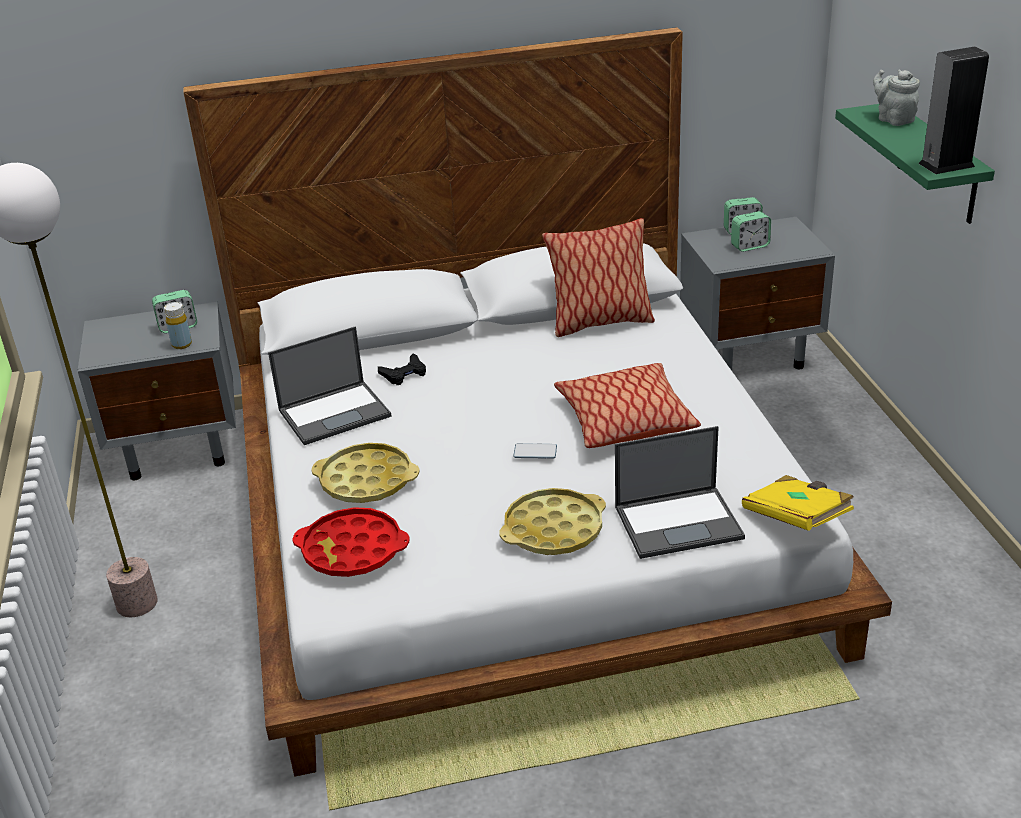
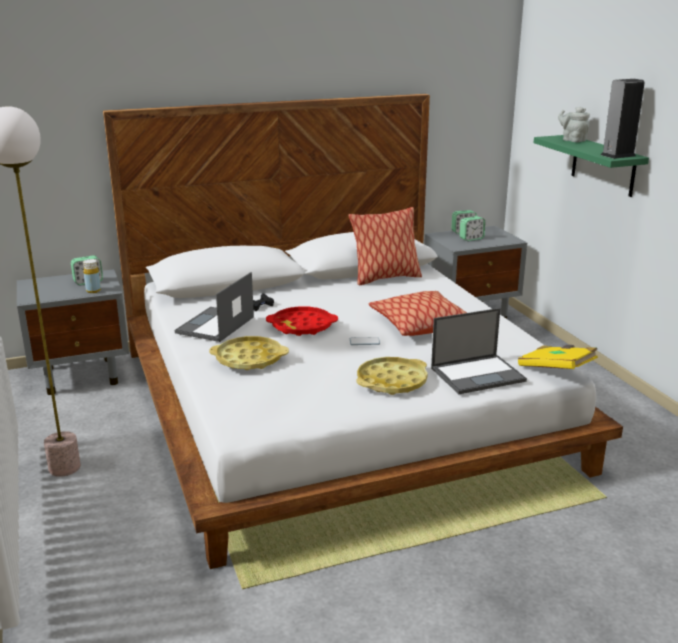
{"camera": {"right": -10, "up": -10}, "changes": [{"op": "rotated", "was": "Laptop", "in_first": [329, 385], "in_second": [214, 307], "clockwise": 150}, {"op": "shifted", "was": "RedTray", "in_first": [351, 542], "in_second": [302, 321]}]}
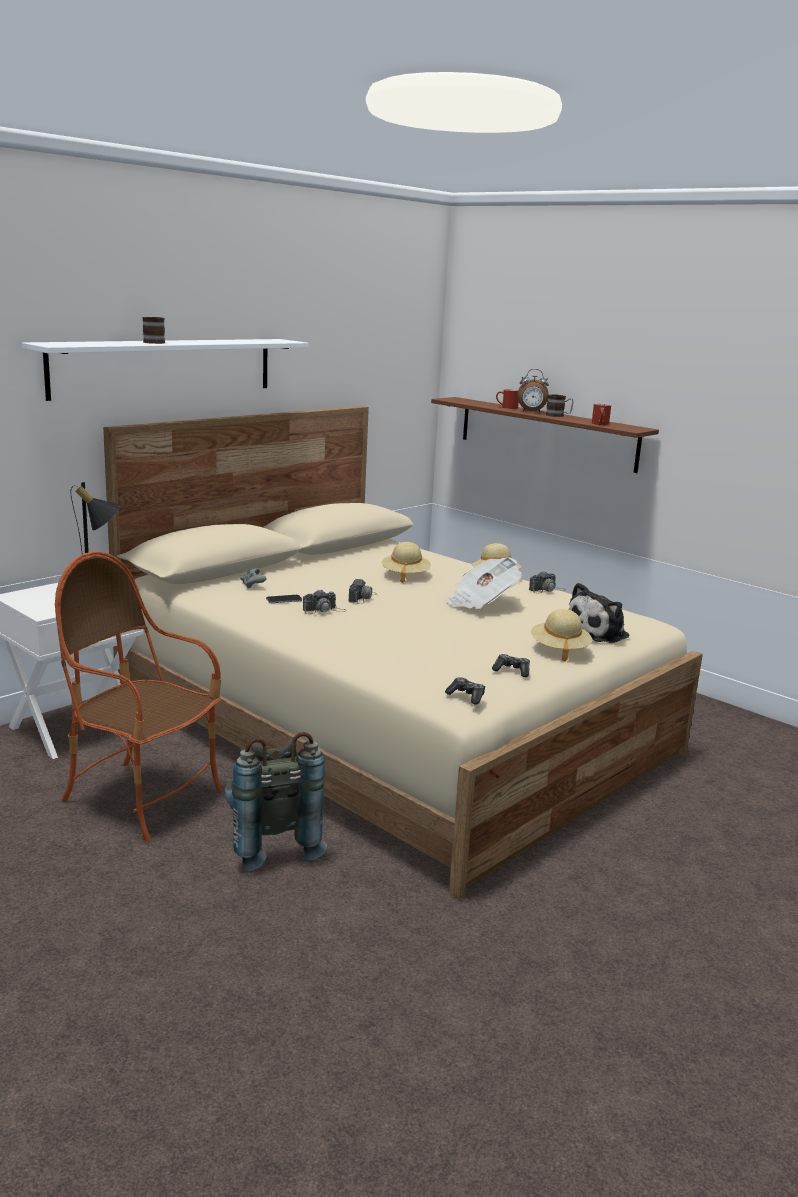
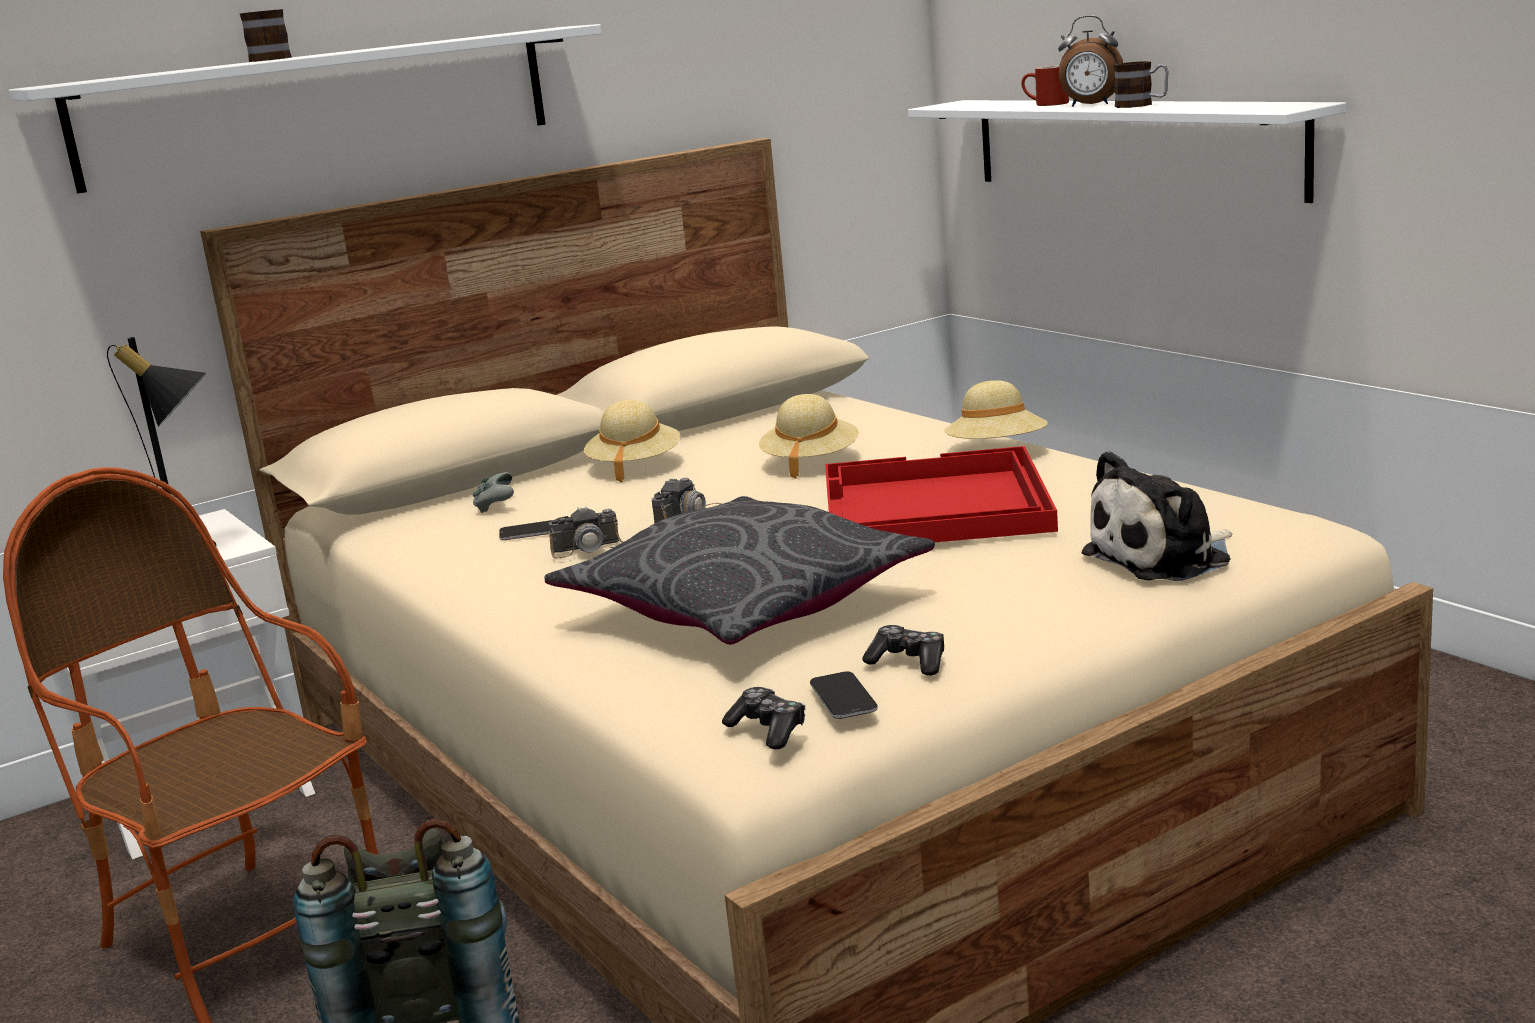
{"camera": {"right": 15, "up": 0}, "changes": [{"op": "new", "now": "GreyPillow", "in_second": [739, 570]}, {"op": "shifted", "was": "BeigeHat", "in_first": [561, 635], "in_second": [632, 441]}, {"op": "new", "now": "Phone", "in_second": [844, 695]}, {"op": "swapped", "was": "Newspaper", "now": "RedTray", "in_first": [484, 583], "in_second": [941, 494]}, {"op": "repainted", "was": "BrownShelf", "now": "WhiteShelf", "in_first": [545, 435], "in_second": [1127, 151]}, {"op": "gone", "was": "PhotoCamera", "in_first": [547, 582]}, {"op": "gone", "was": "RedMug", "in_first": [601, 414]}]}
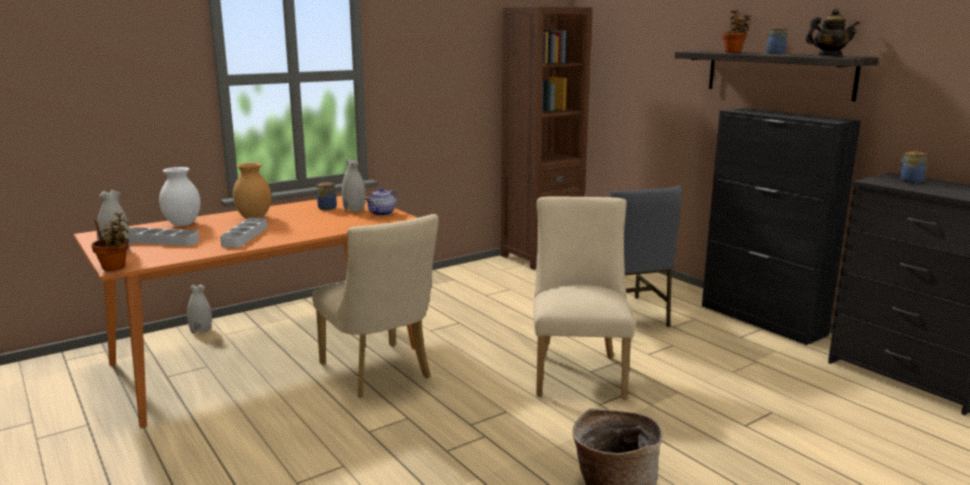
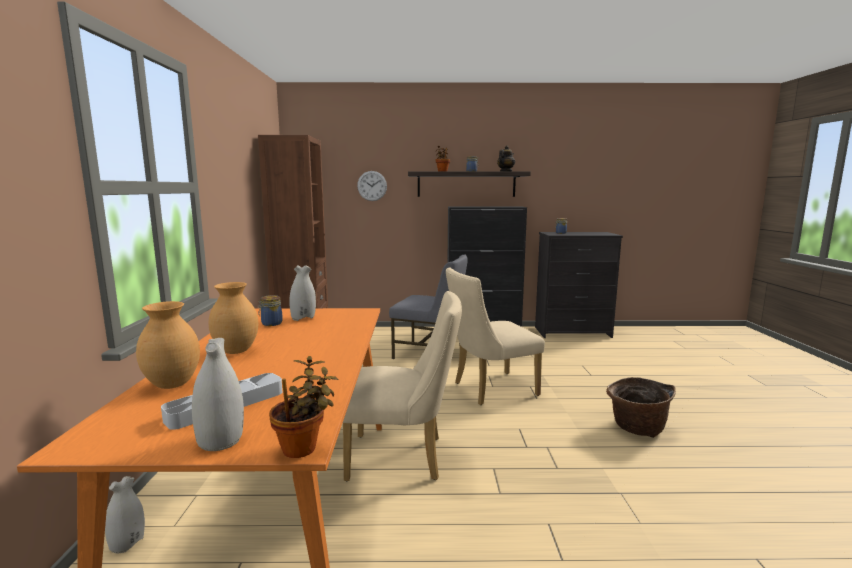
{"camera": {"right": -55, "up": -5}, "changes": [{"op": "repainted", "was": "WhiteVase", "now": "BrownVase", "in_first": [180, 196], "in_second": [168, 345]}, {"op": "new", "now": "WallClock", "in_second": [372, 186]}, {"op": "rotated", "was": "BeigeChair", "in_first": [584, 298], "in_second": [495, 336], "clockwise": -60}, {"op": "gone", "was": "GreyTray", "in_first": [243, 233]}, {"op": "gone", "was": "Teapot", "in_first": [381, 202]}]}
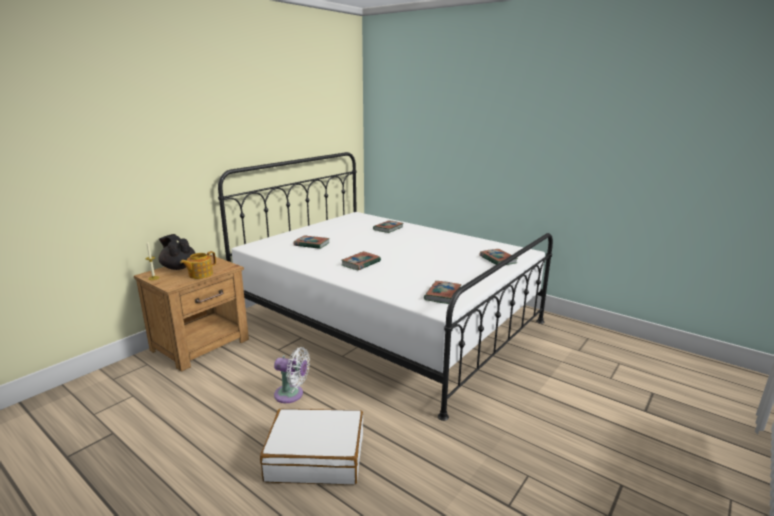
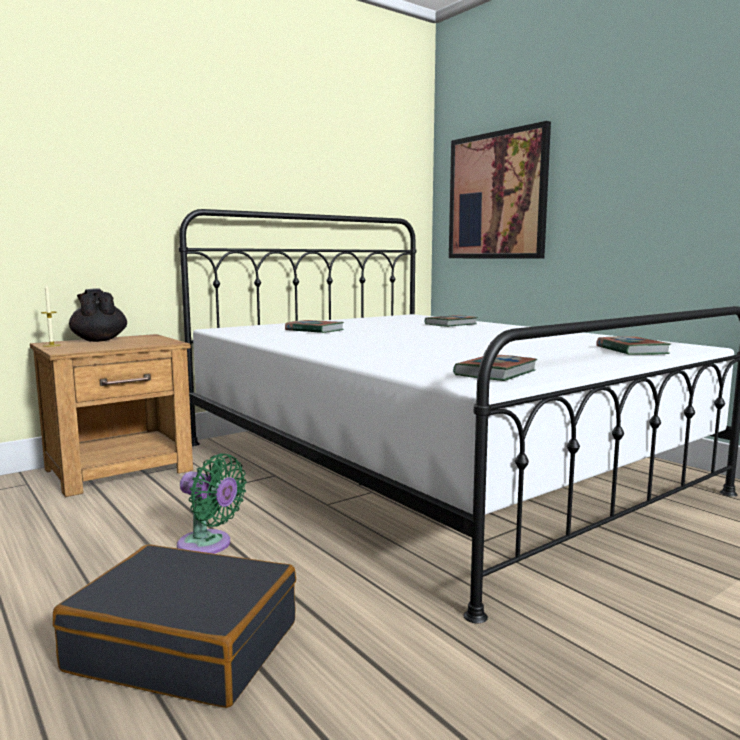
{"camera": {"right": 15, "up": -10}, "changes": [{"op": "repainted", "was": "WhiteSuitcase", "now": "BlackSuitcase", "in_first": [311, 447], "in_second": [174, 626]}, {"op": "repainted", "was": "WhiteFan", "now": "GreenFan", "in_first": [292, 375], "in_second": [212, 503]}, {"op": "new", "now": "Picture", "in_second": [500, 189]}, {"op": "gone", "was": "Teapot", "in_first": [198, 265]}, {"op": "gone", "was": "Book", "in_first": [361, 260]}]}
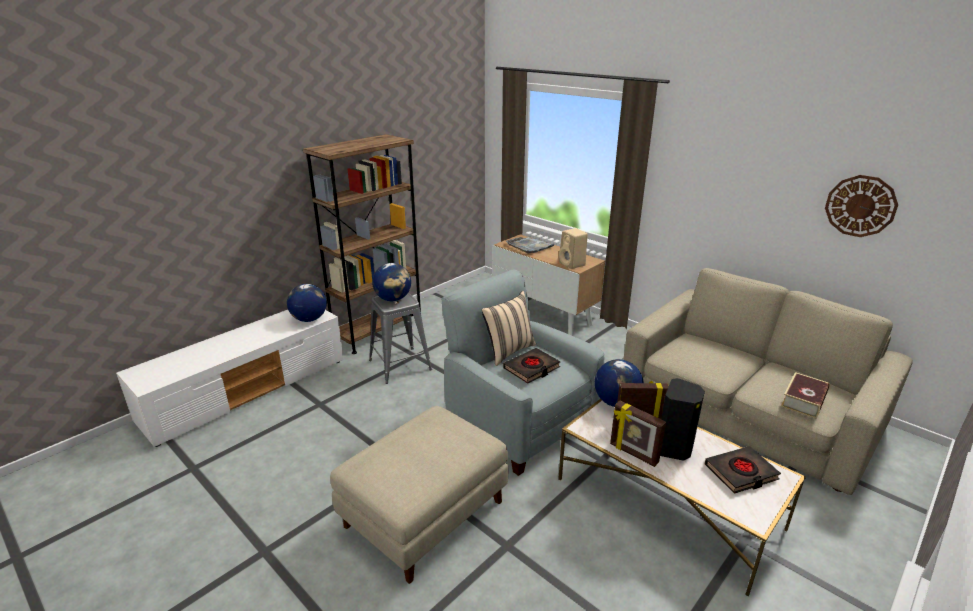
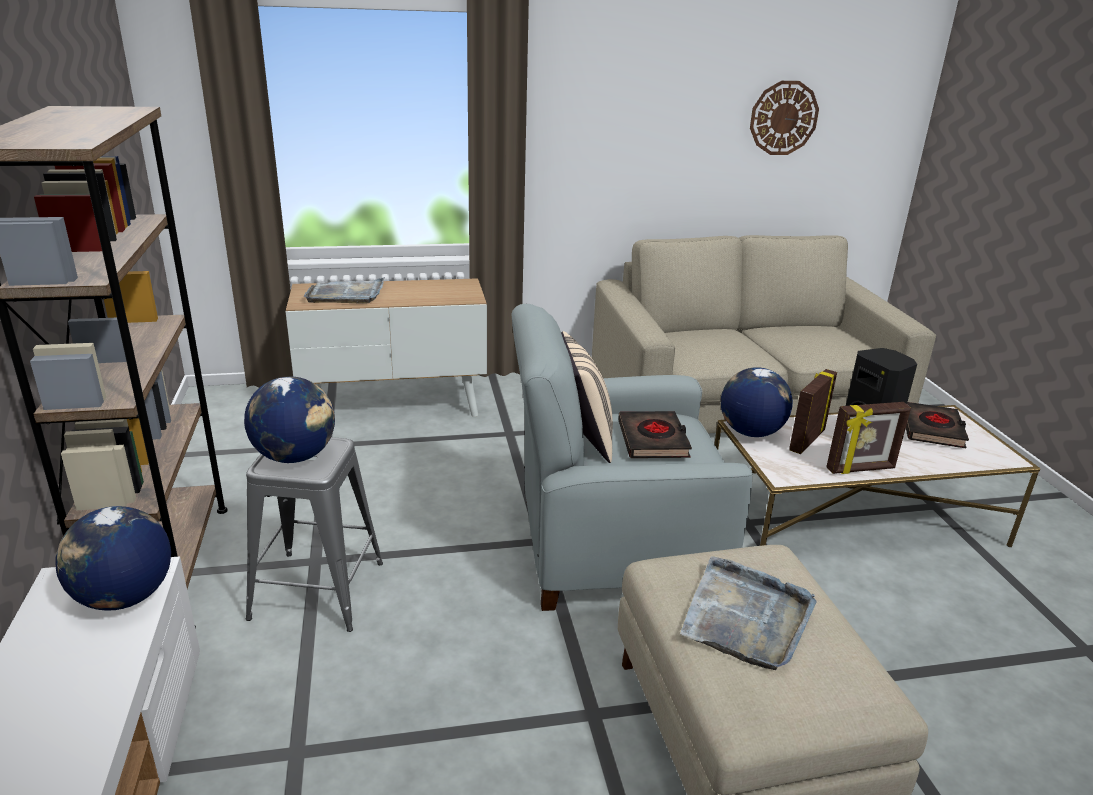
{"camera": {"right": -55, "up": 0}, "changes": [{"op": "new", "now": "GreyTray", "in_second": [748, 613]}, {"op": "gone", "was": "BeigeSpeaker", "in_first": [573, 248]}, {"op": "gone", "was": "Book", "in_first": [805, 395]}]}
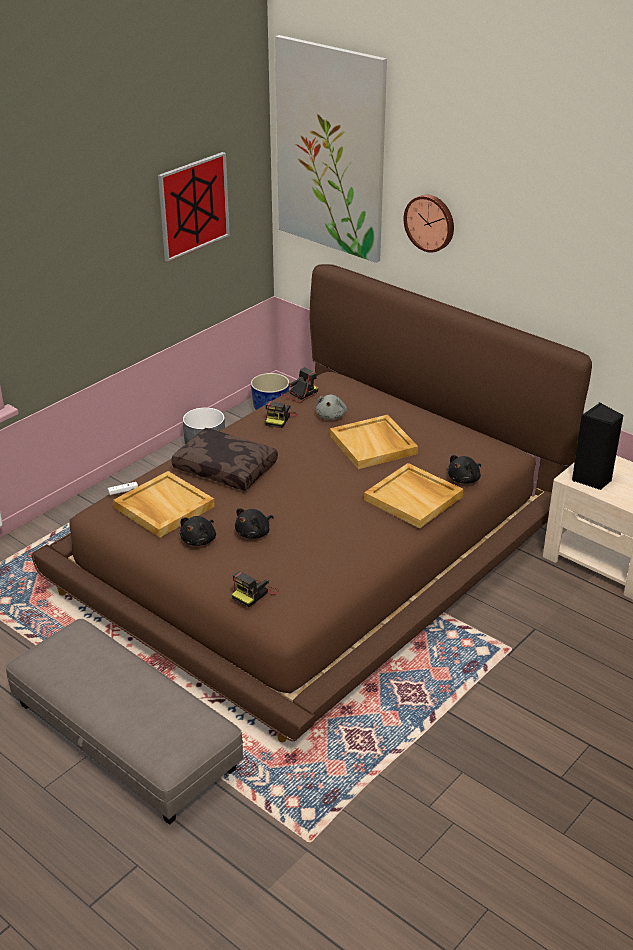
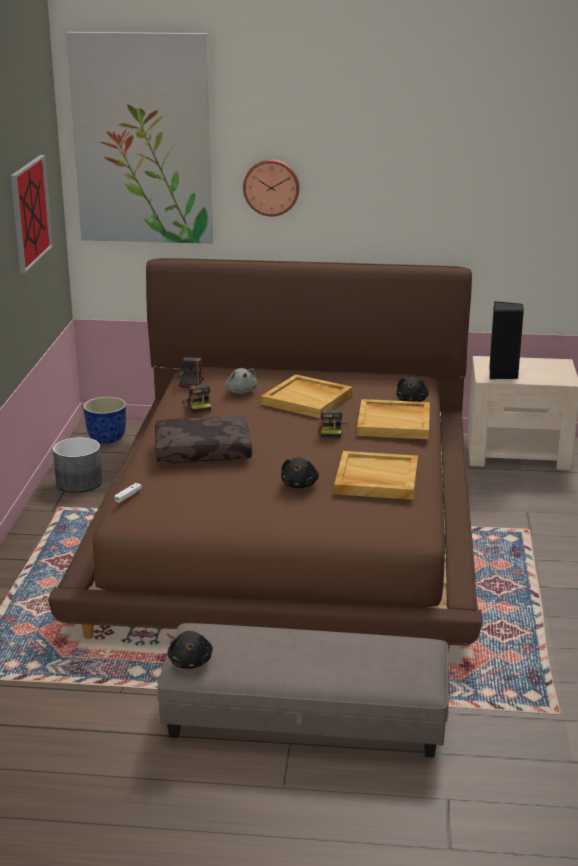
{"camera": {"right": -35, "up": -10}, "changes": [{"op": "shifted", "was": "BlackPlushToy", "in_first": [198, 531], "in_second": [190, 650]}, {"op": "shifted", "was": "PhotoCamera", "in_first": [255, 589], "in_second": [333, 423]}, {"op": "shifted", "was": "BeigeTray", "in_first": [164, 504], "in_second": [376, 475]}]}
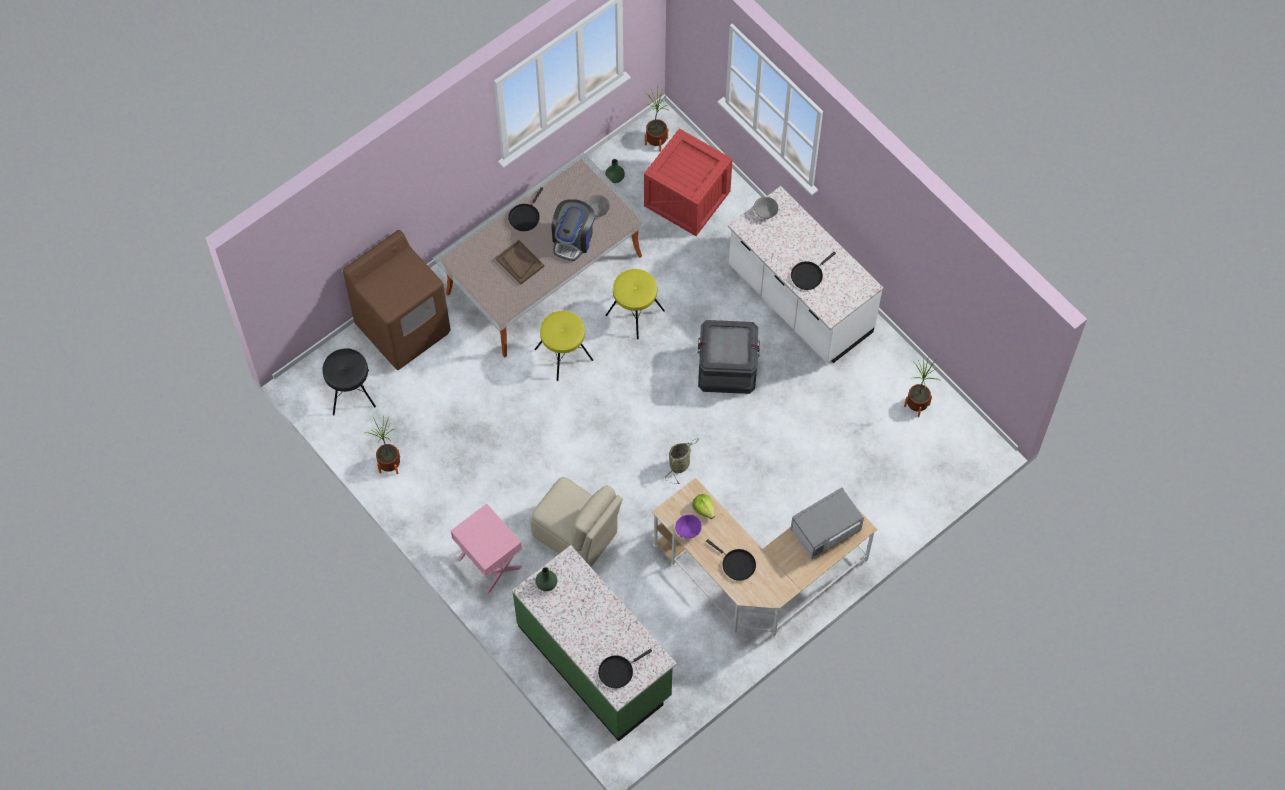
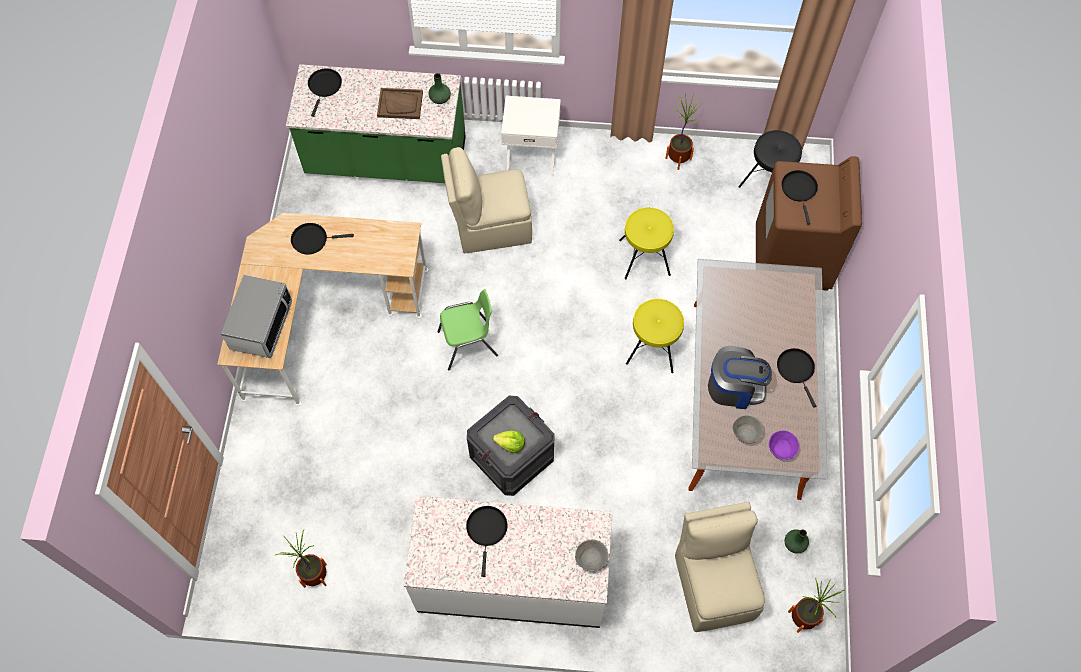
{"camera": {"right": 135, "up": 0}, "changes": [{"op": "shifted", "was": "BrownTray", "in_first": [520, 262], "in_second": [400, 103]}, {"op": "swapped", "was": "Basket", "now": "GreenChair", "in_first": [682, 461], "in_second": [467, 329]}, {"op": "shifted", "was": "Lettuce", "in_first": [704, 506], "in_second": [509, 442]}, {"op": "repainted", "was": "PinkNightstand", "now": "WhiteNightstand", "in_first": [486, 549], "in_second": [531, 137]}, {"op": "shifted", "was": "YellowStool", "in_first": [635, 304], "in_second": [646, 243]}, {"op": "swapped", "was": "Crate", "now": "BeigeChair", "in_first": [688, 182], "in_second": [720, 567]}, {"op": "rotated", "was": "CoffeeMachine", "in_first": [573, 230], "in_second": [740, 377], "clockwise": 120}, {"op": "shifted", "was": "PurpleBowl", "in_first": [688, 526], "in_second": [784, 445]}, {"op": "new", "now": "BlackFryingPan", "in_second": [799, 197]}]}
